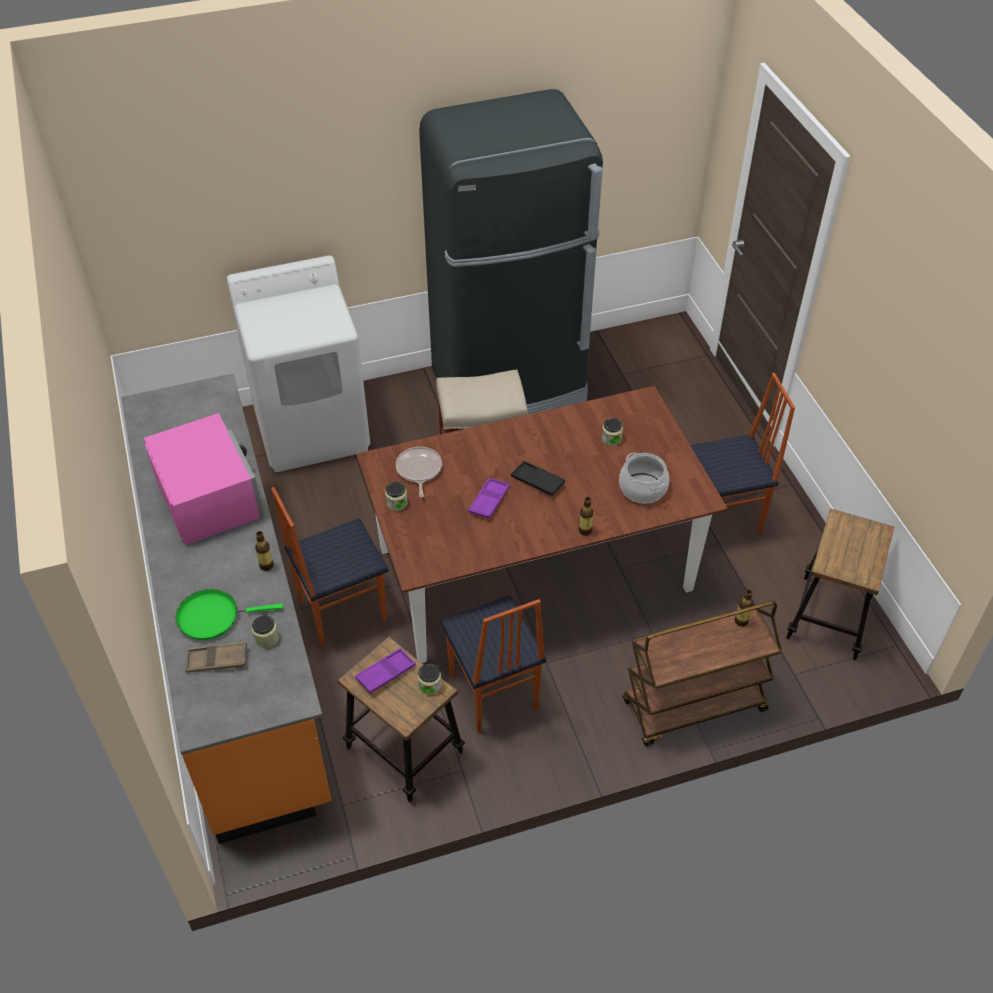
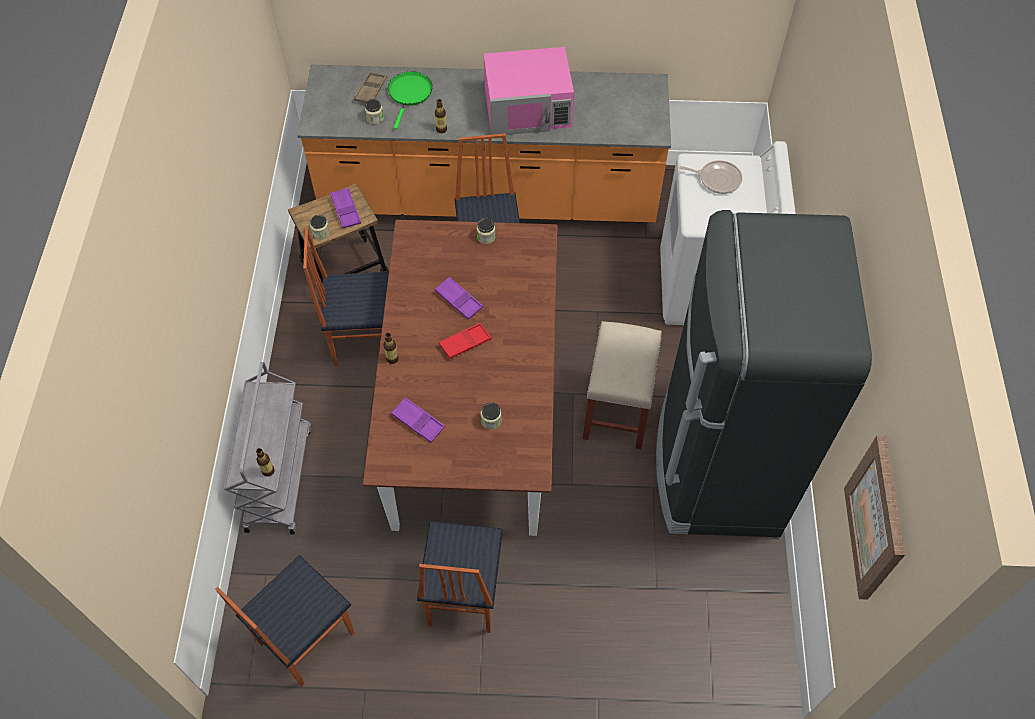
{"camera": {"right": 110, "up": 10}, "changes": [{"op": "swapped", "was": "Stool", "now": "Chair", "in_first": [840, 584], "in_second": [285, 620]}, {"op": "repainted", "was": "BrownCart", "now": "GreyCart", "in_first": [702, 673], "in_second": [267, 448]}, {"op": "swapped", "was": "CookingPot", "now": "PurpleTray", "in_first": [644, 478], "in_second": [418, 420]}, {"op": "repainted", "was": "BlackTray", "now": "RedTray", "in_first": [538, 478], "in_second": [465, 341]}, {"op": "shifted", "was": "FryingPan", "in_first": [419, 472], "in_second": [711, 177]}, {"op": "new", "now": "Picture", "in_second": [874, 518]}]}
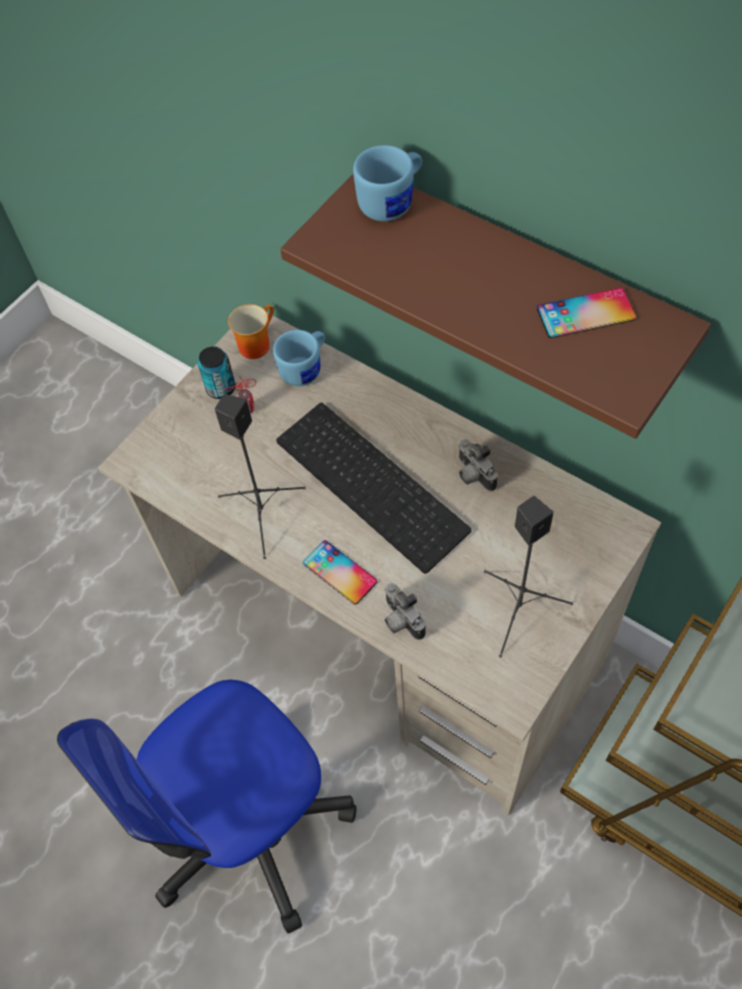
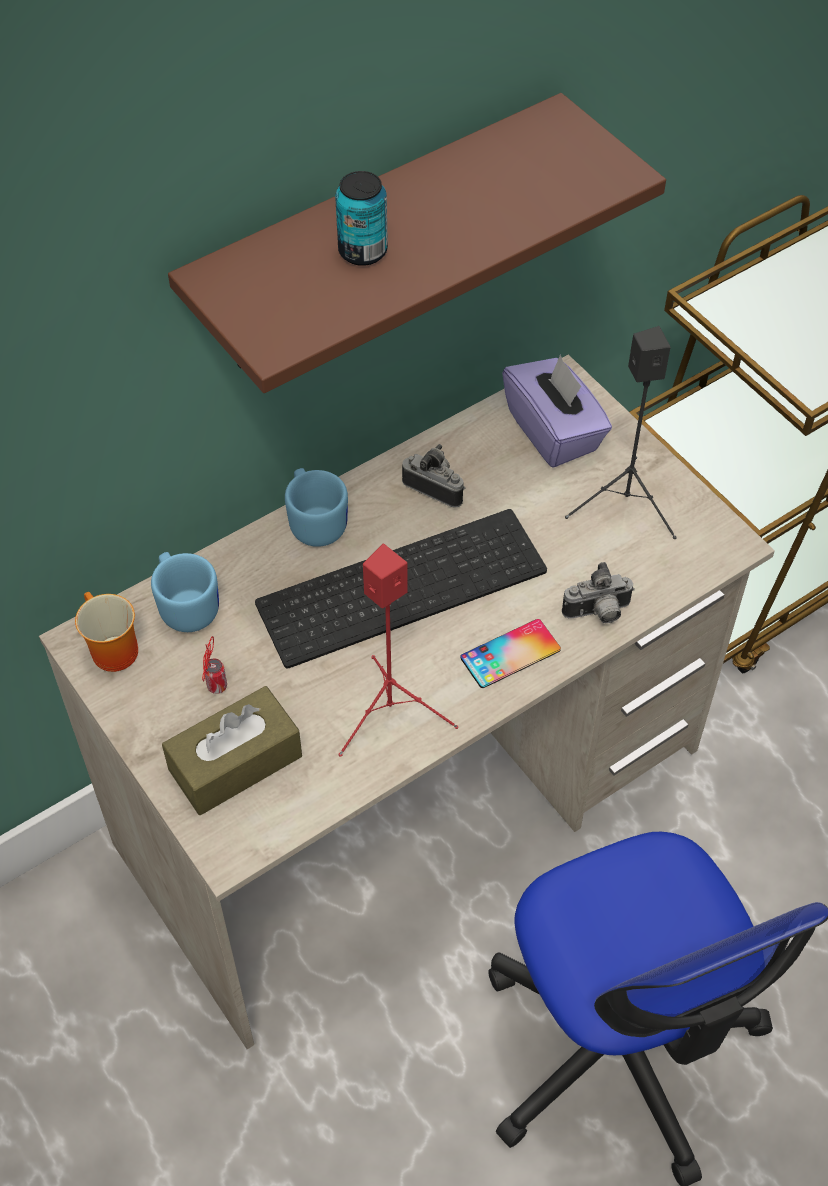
{"camera": {"right": -75, "up": -5}, "changes": [{"op": "new", "now": "BrownTissueBox", "in_second": [232, 750]}, {"op": "shifted", "was": "BlueMug", "in_first": [387, 183], "in_second": [316, 507]}, {"op": "shifted", "was": "Can", "in_first": [217, 372], "in_second": [361, 218]}, {"op": "repainted", "was": "BlackSpeaker", "now": "RedSpeaker", "in_first": [260, 476], "in_second": [398, 650]}, {"op": "rotated", "was": "PhotoCamera", "in_first": [478, 465], "in_second": [433, 476], "clockwise": -135}, {"op": "new", "now": "PurpleTissueBox", "in_second": [557, 411]}, {"op": "gone", "was": "Phone", "in_first": [586, 313]}]}
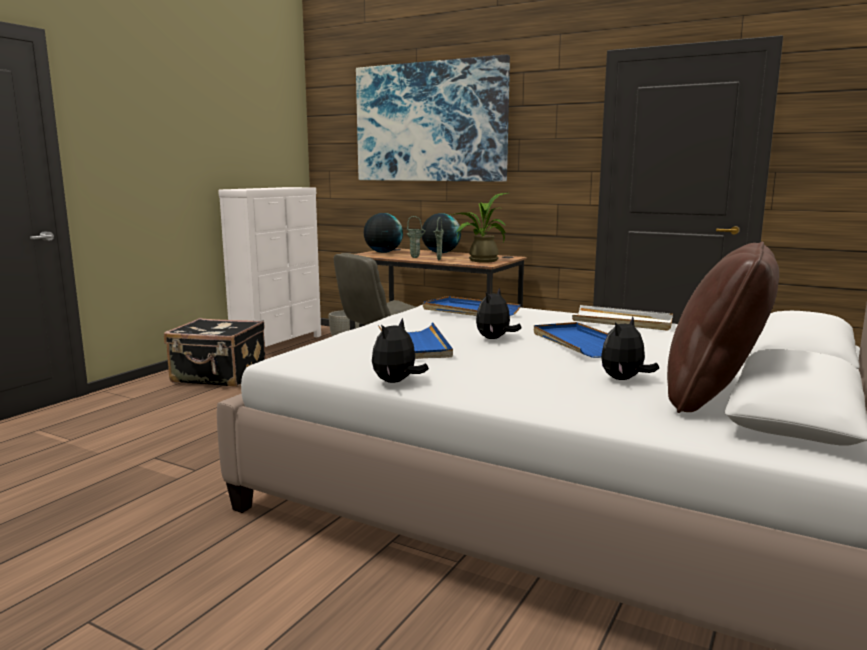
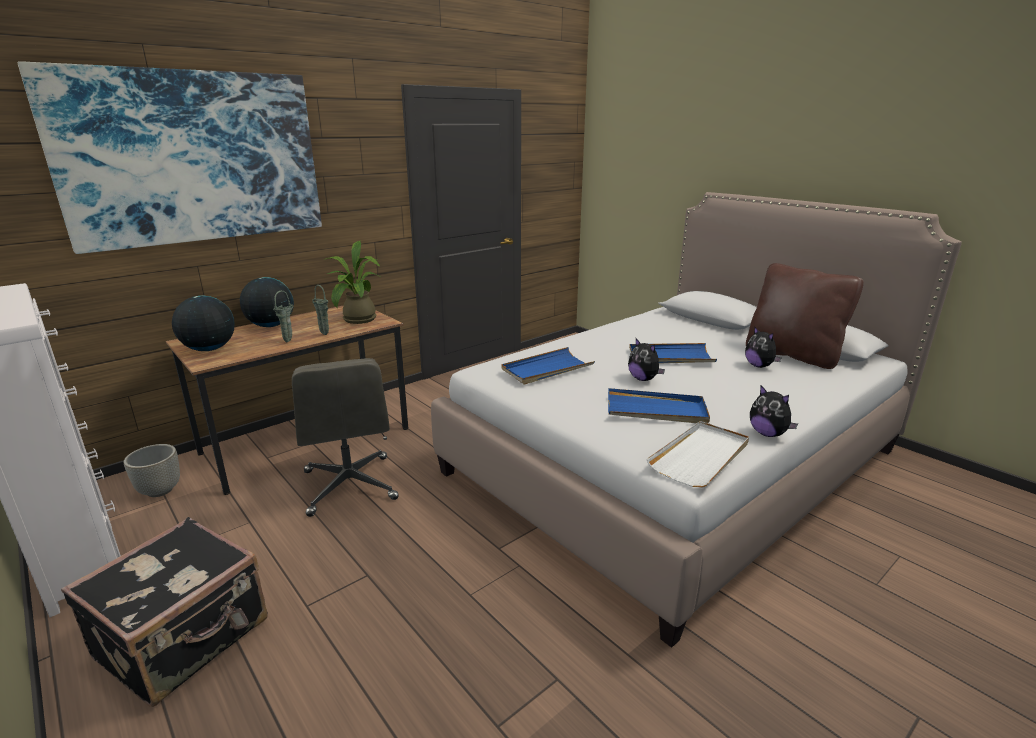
{"camera": {"right": -70, "up": 10}, "changes": [{"op": "shifted", "was": "WhiteTray", "in_first": [622, 318], "in_second": [698, 454]}]}
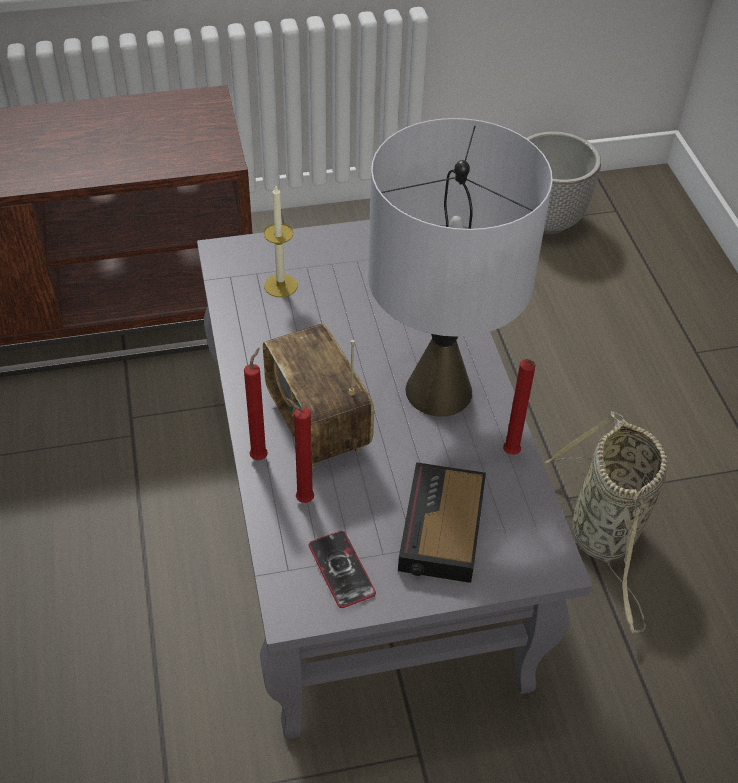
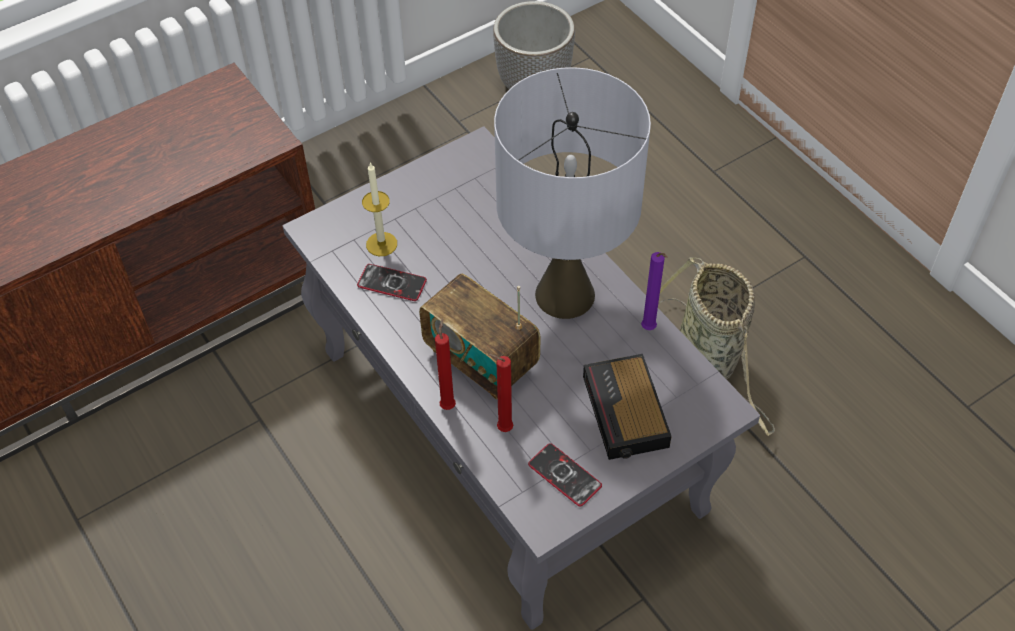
{"camera": {"right": -20, "up": 5}, "changes": [{"op": "new", "now": "Phone", "in_second": [392, 282]}, {"op": "repainted", "was": "RedCandle", "now": "PurpleCandle", "in_first": [519, 407], "in_second": [654, 291]}]}
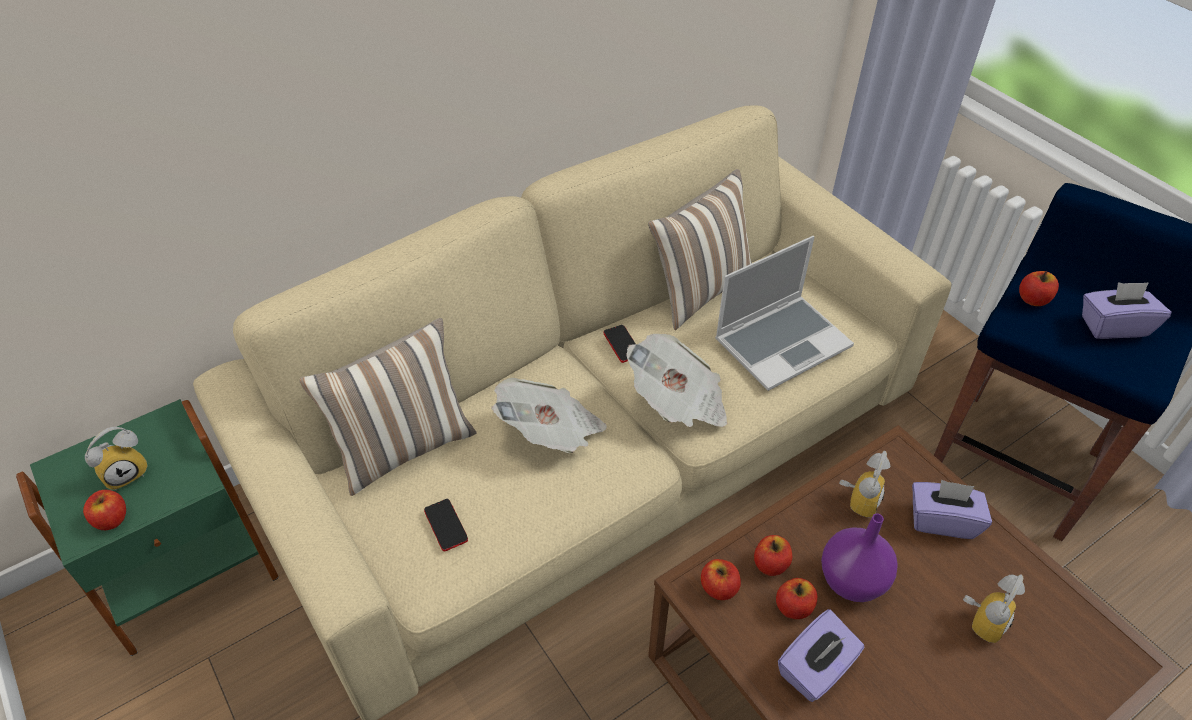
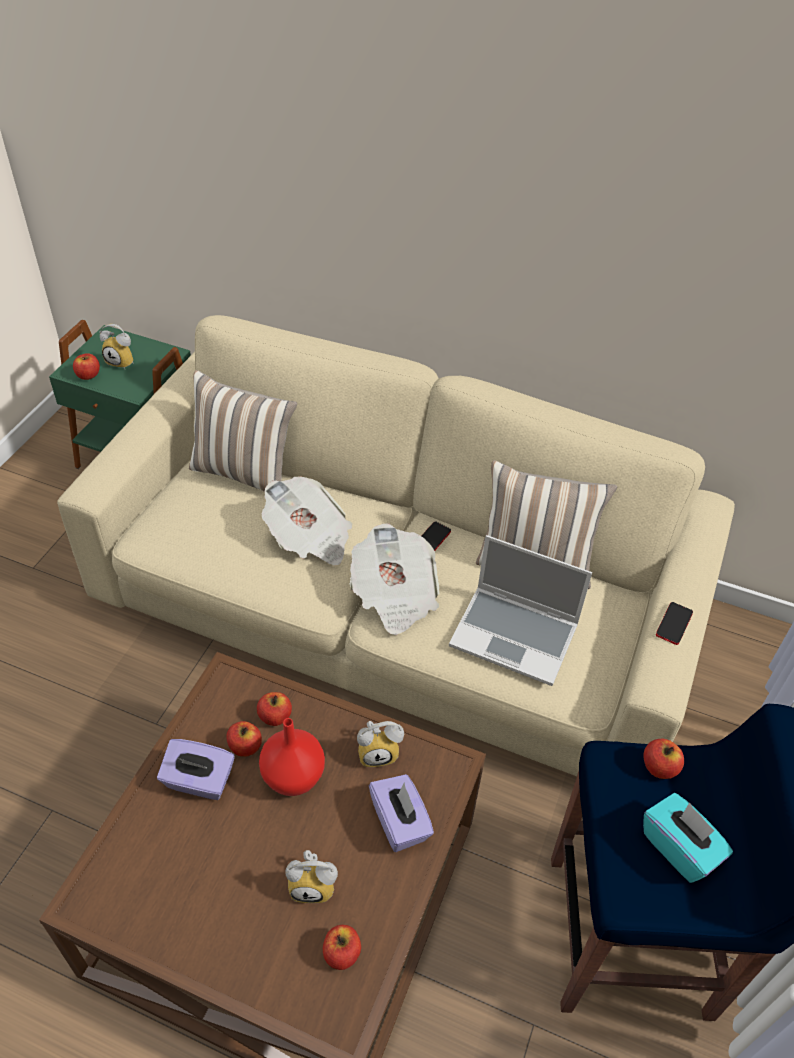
{"camera": {"right": 55, "up": 0}, "changes": [{"op": "repainted", "was": "PurpleVase", "now": "RedVase", "in_first": [859, 557], "in_second": [292, 757]}, {"op": "shifted", "was": "Apple", "in_first": [721, 579], "in_second": [342, 947]}, {"op": "repainted", "was": "PurpleTissueBox", "now": "TurquoiseTissueBox", "in_first": [1126, 310], "in_second": [688, 838]}, {"op": "shifted", "was": "Phone", "in_first": [446, 525], "in_second": [674, 623]}]}
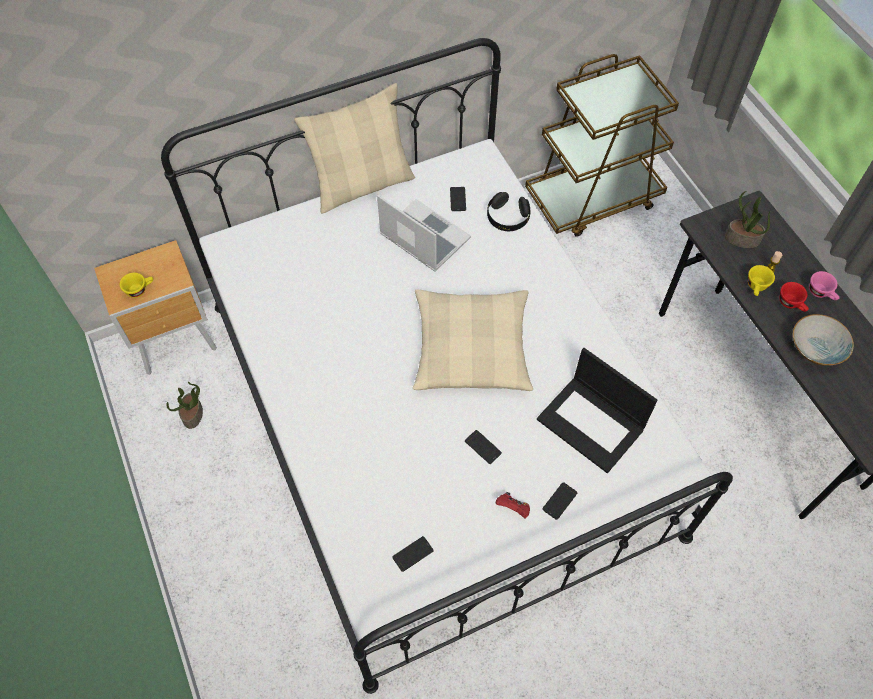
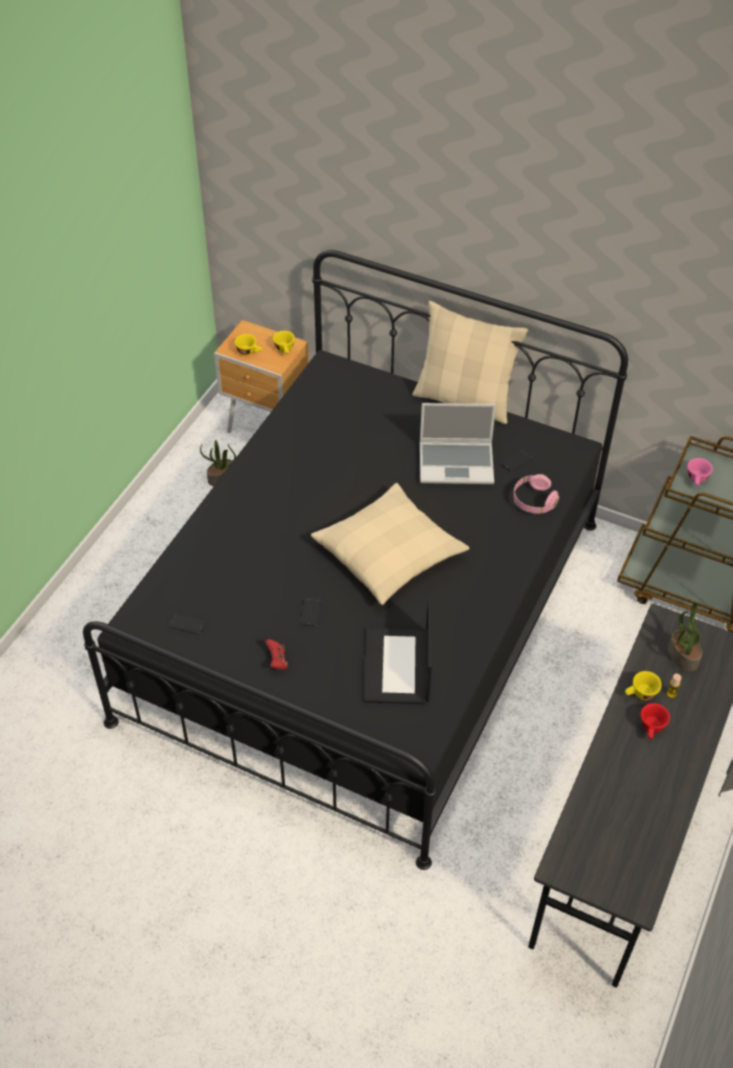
{"camera": {"right": 50, "up": -10}, "changes": [{"op": "repainted", "was": "WhiteBed", "now": "BlackBed", "in_first": [447, 366], "in_second": [355, 560]}, {"op": "new", "now": "YellowCup", "in_second": [284, 342]}, {"op": "rotated", "was": "Laptop", "in_first": [424, 233], "in_second": [458, 443], "clockwise": 90}, {"op": "repainted", "was": "BlackHeadphones", "now": "PinkHeadphones", "in_first": [509, 211], "in_second": [536, 494]}, {"op": "shifted", "was": "PinkCup", "in_first": [824, 285], "in_second": [700, 472]}, {"op": "gone", "was": "Phone", "in_first": [559, 501]}, {"op": "gone", "was": "Bowl", "in_first": [823, 340]}]}
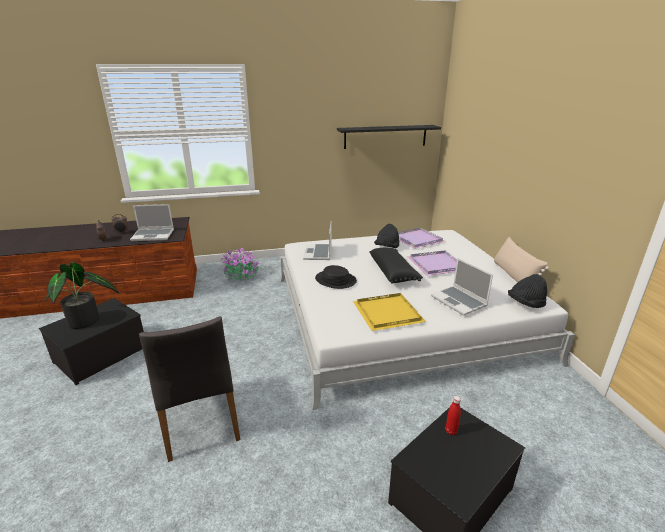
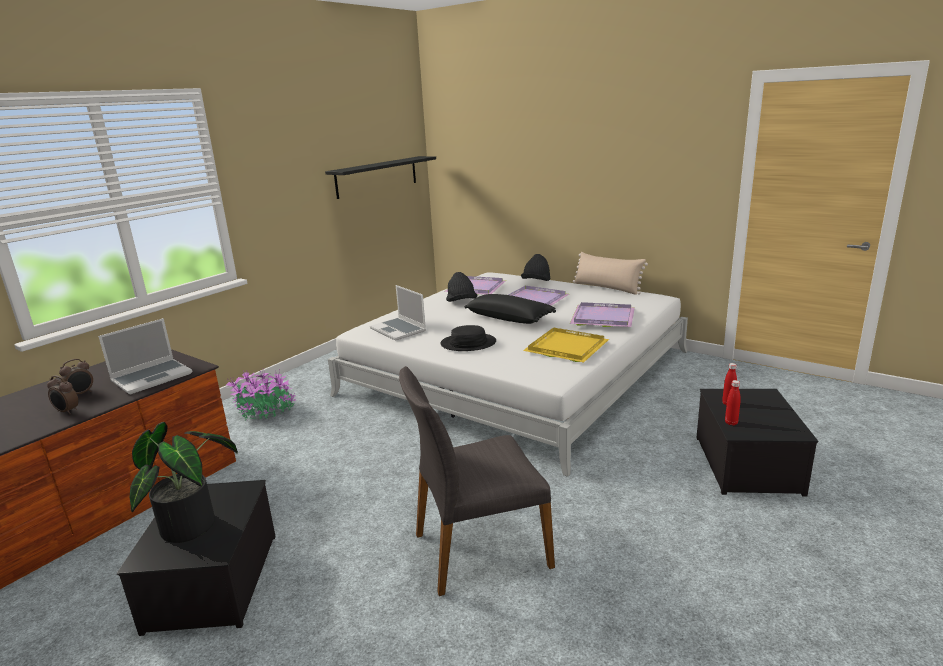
{"camera": {"right": -40, "up": -5}, "changes": [{"op": "rotated", "was": "GreyChair", "in_first": [189, 389], "in_second": [477, 481], "clockwise": 135}, {"op": "shifted", "was": "BlackHat", "in_first": [527, 291], "in_second": [535, 267]}, {"op": "swapped", "was": "Laptop", "now": "PurpleTray", "in_first": [462, 287], "in_second": [602, 314]}, {"op": "new", "now": "RedBottle", "in_second": [733, 403]}]}
